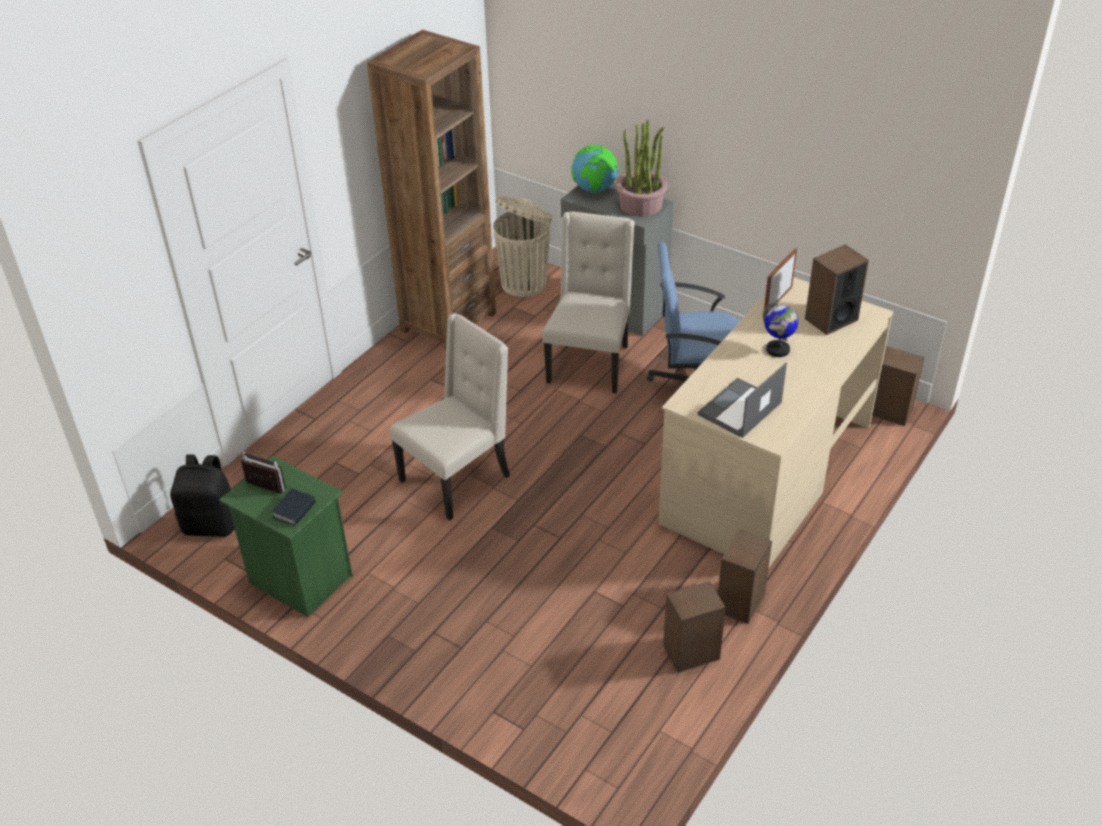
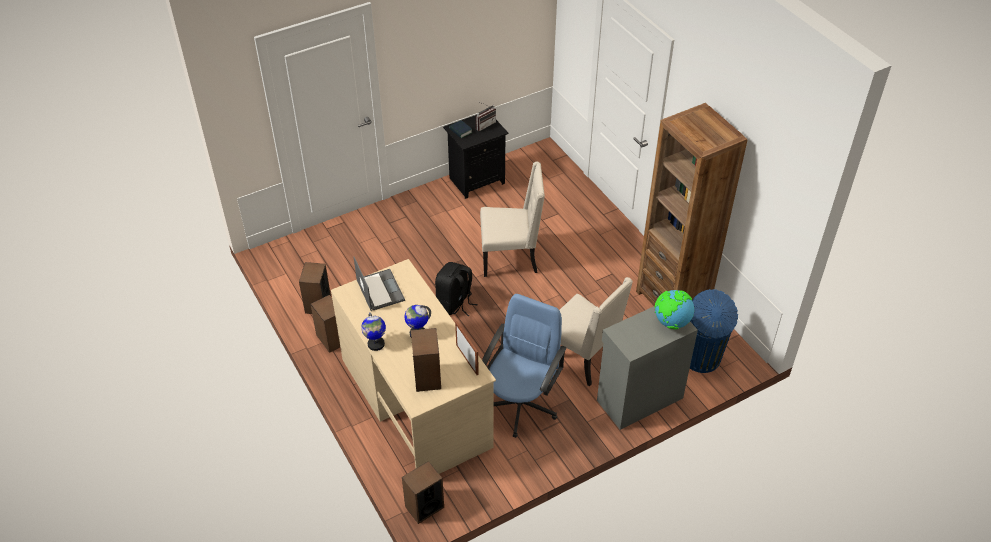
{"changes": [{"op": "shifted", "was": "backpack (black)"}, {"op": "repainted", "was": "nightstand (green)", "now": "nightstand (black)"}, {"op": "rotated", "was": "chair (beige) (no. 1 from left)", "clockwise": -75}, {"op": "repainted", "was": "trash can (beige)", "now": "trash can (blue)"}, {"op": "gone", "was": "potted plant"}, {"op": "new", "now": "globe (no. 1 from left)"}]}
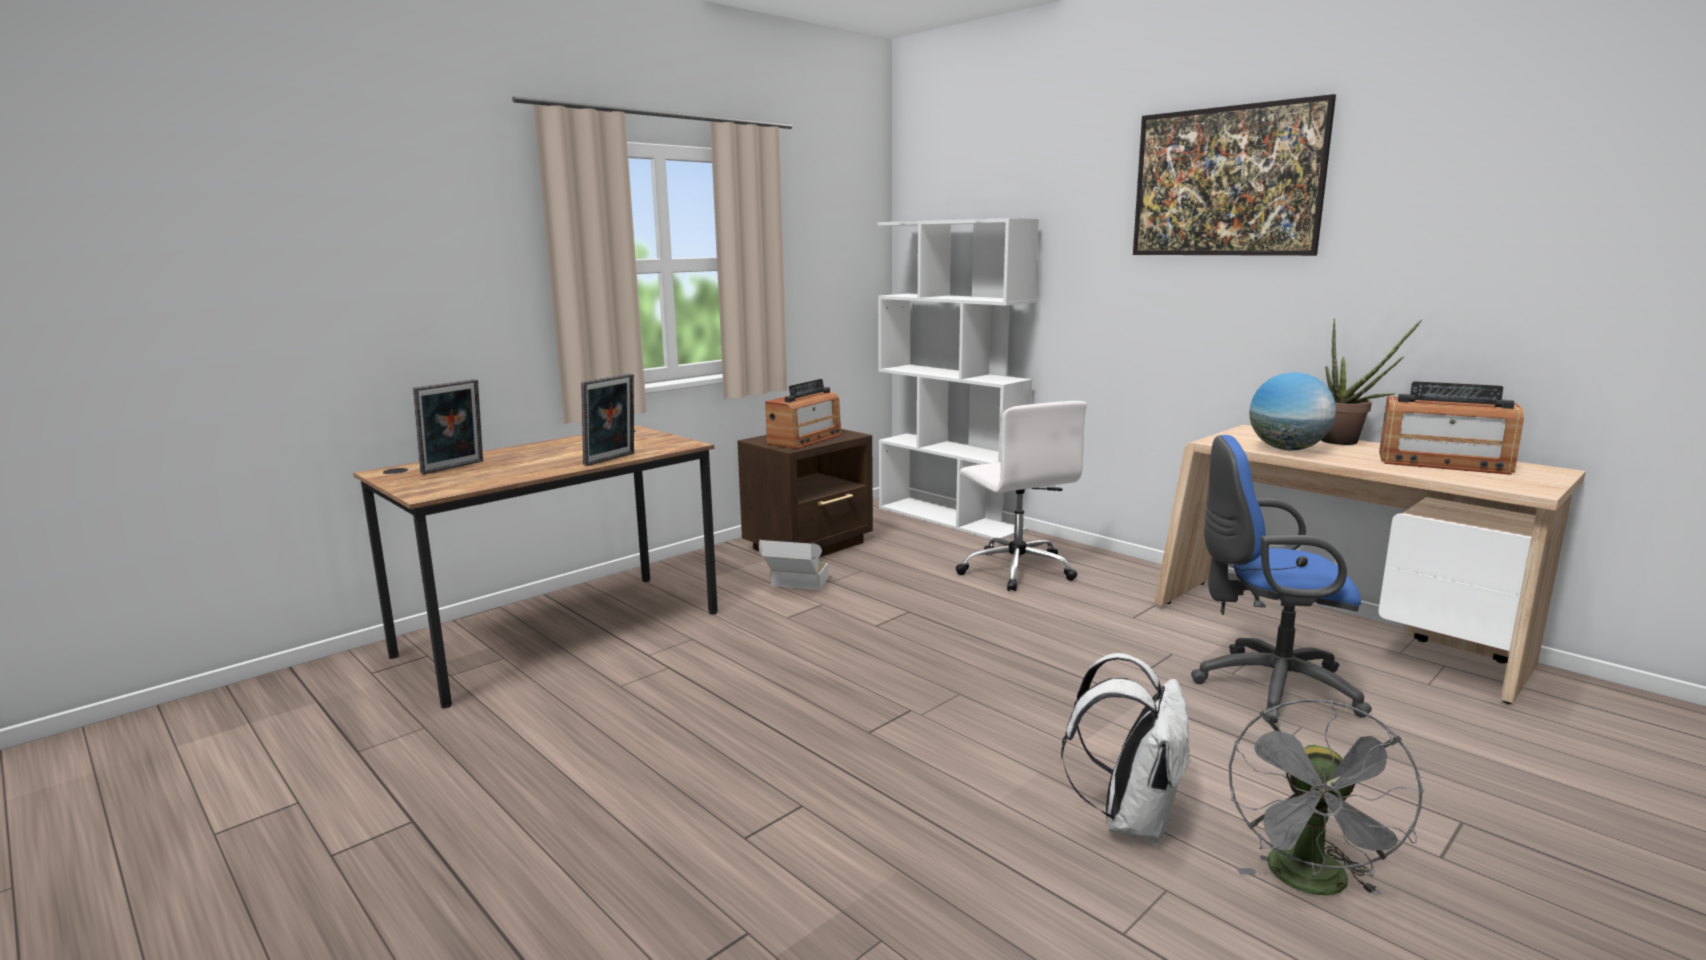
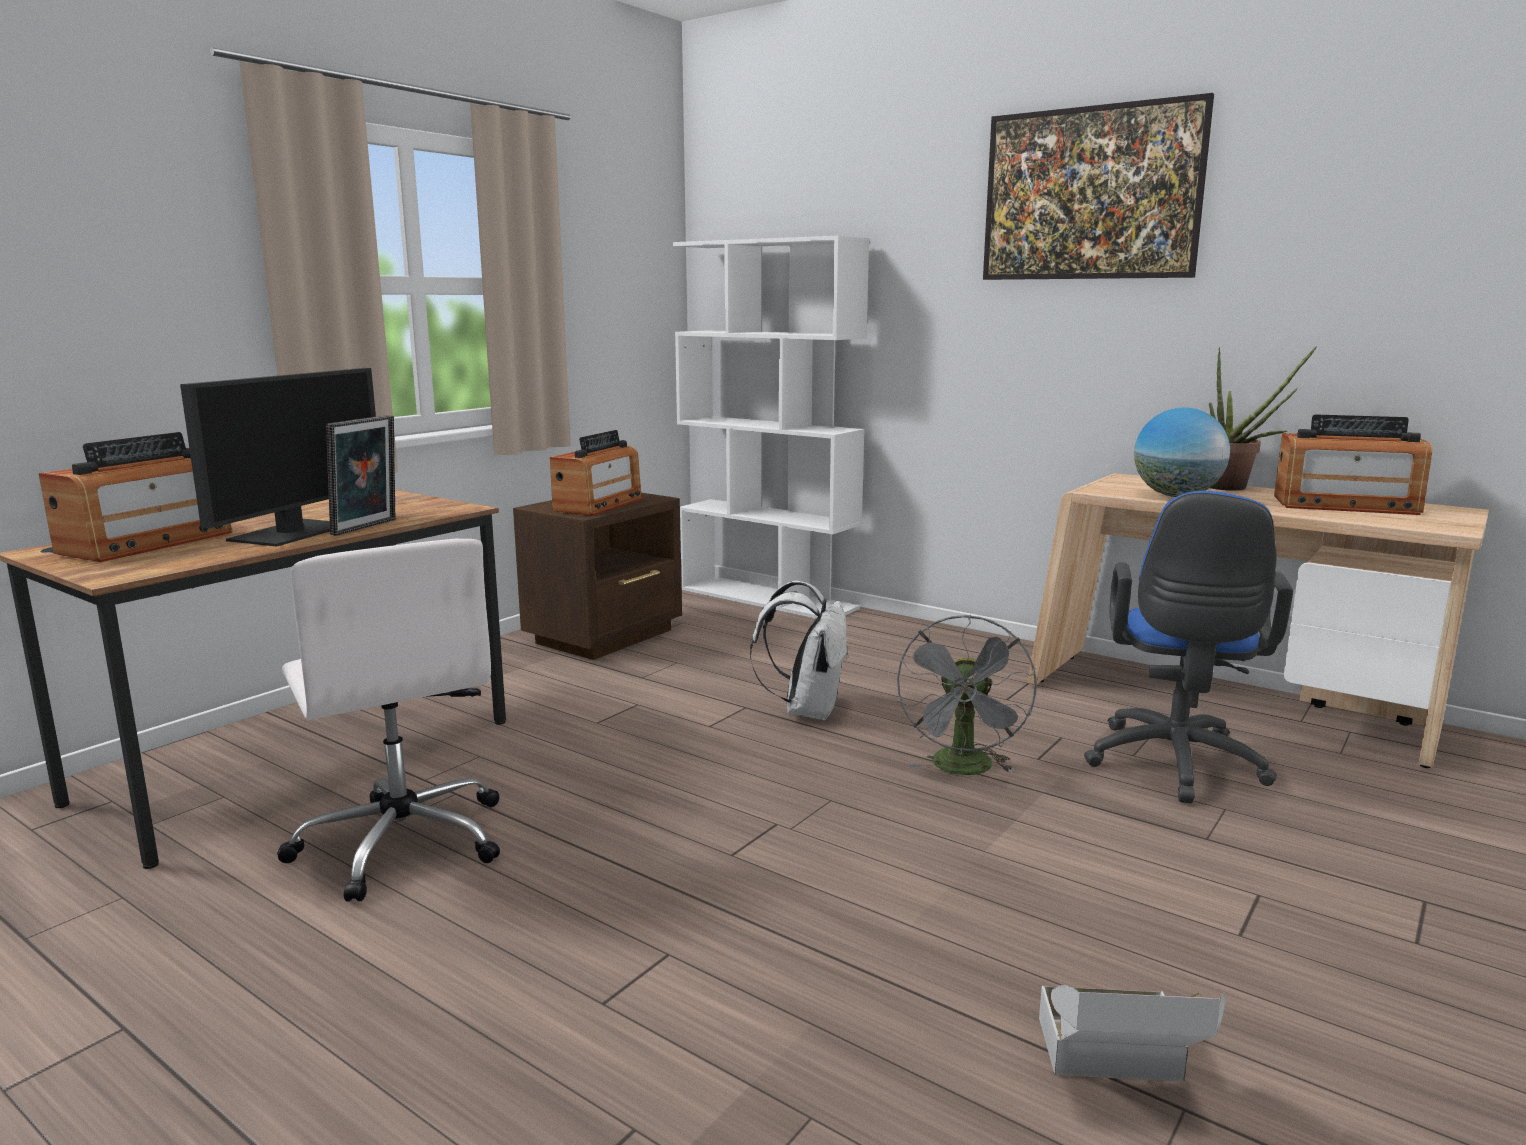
{"changes": [{"op": "swapped", "was": "picture frame (no. 1 from left)", "now": "radio (no. 1 from left)"}, {"op": "shifted", "was": "cardboard box"}, {"op": "shifted", "was": "office chair (white)"}, {"op": "shifted", "was": "backpack (white)"}, {"op": "rotated", "was": "office chair (blue)", "clockwise": -75}, {"op": "shifted", "was": "fan (grey)"}, {"op": "new", "now": "monitor"}]}
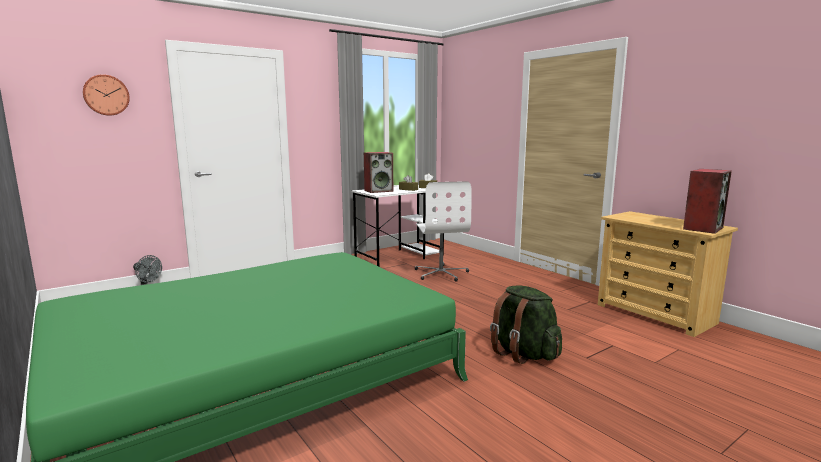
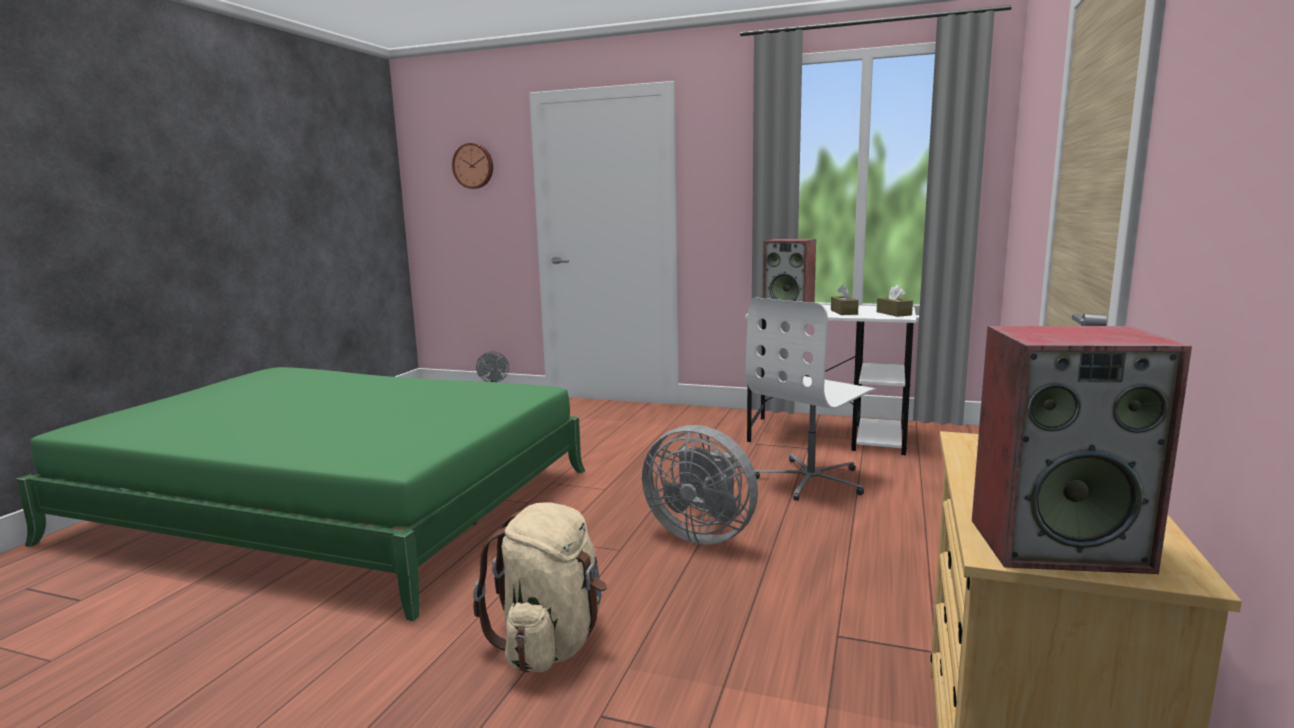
{"changes": [{"op": "repainted", "was": "backpack (green)", "now": "backpack (beige)"}, {"op": "new", "now": "fan (grey) (no. 2 from left)"}]}
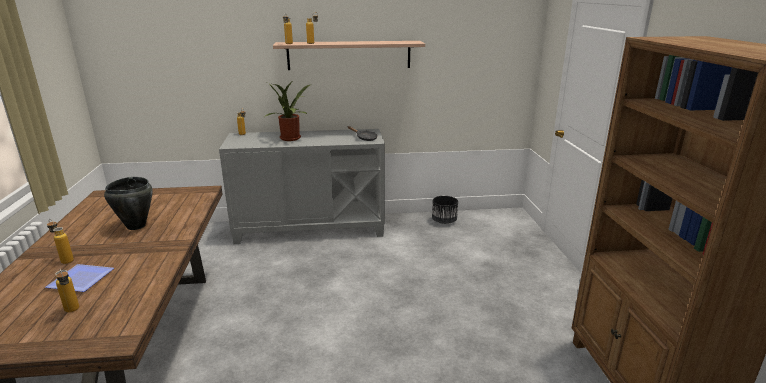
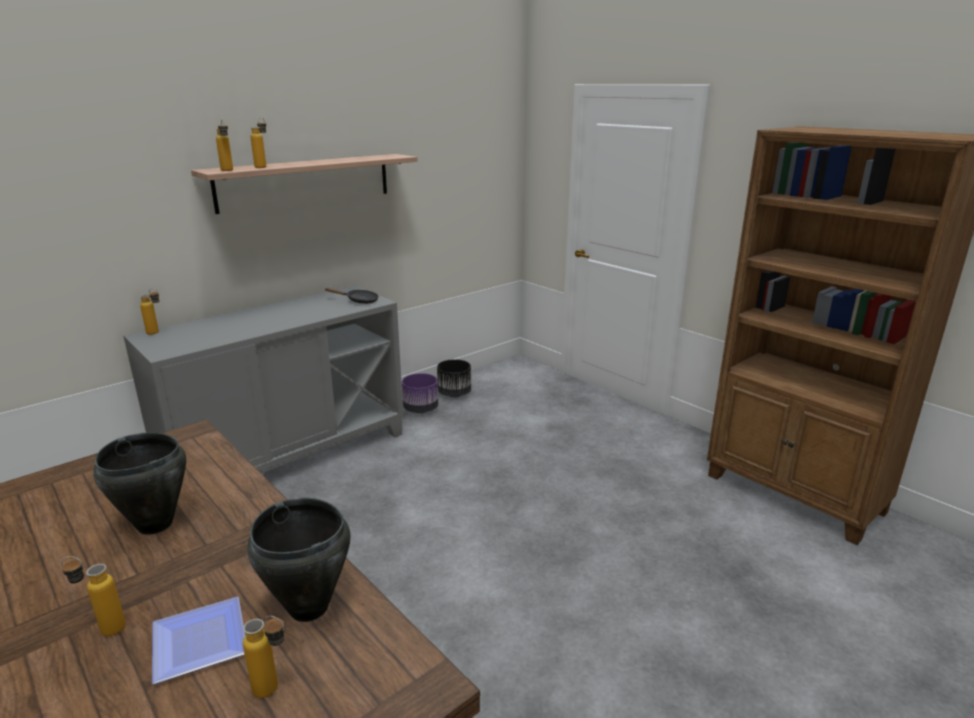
{"changes": [{"op": "gone", "was": "potted plant"}, {"op": "new", "now": "cooking pot (black) (no. 2 from left)"}, {"op": "new", "now": "planter (purple)"}]}
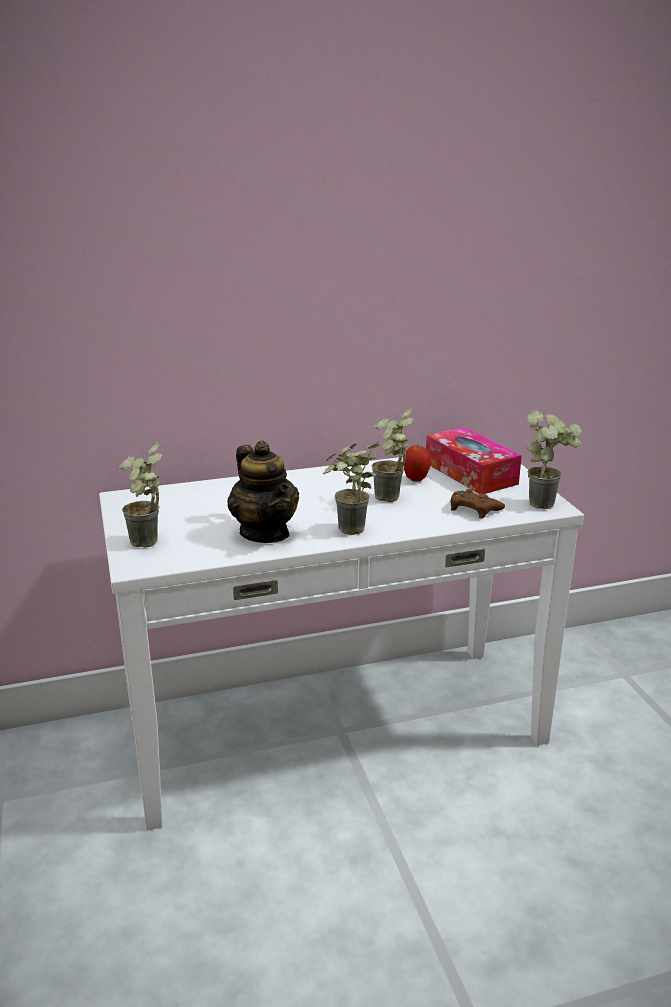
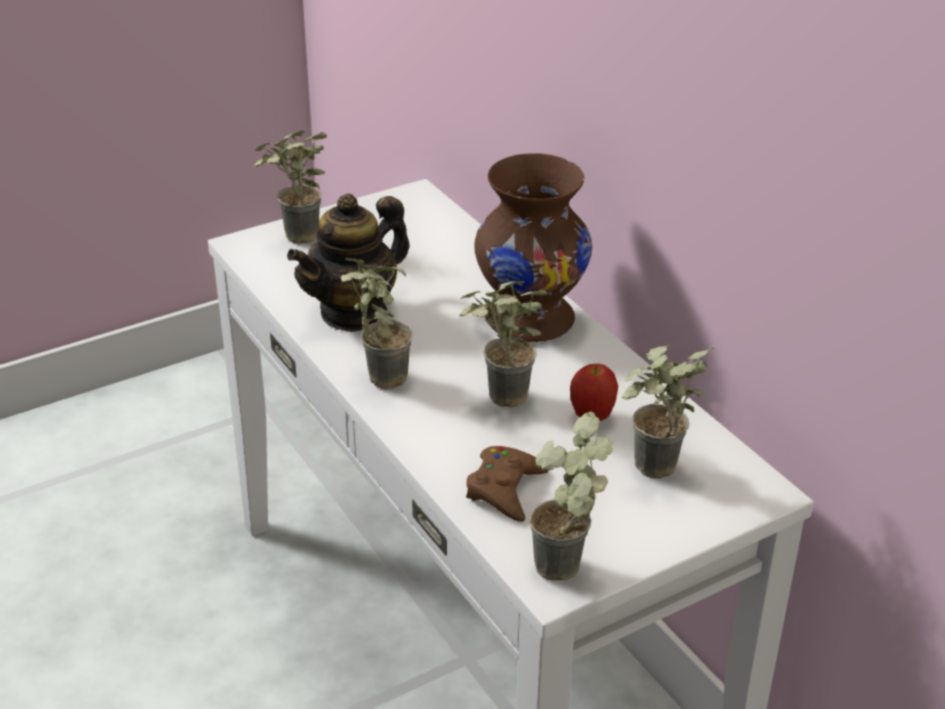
{"changes": [{"op": "swapped", "was": "tissue box", "now": "potted plant (no. 5 from left)"}, {"op": "new", "now": "vase (brown)"}]}
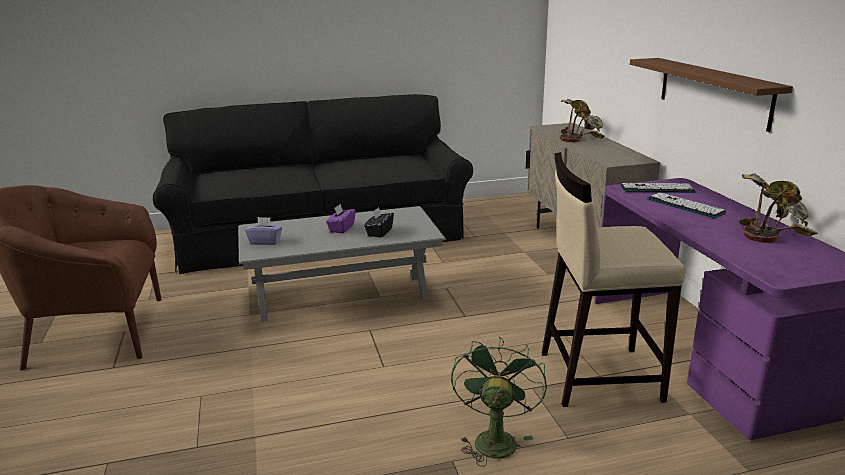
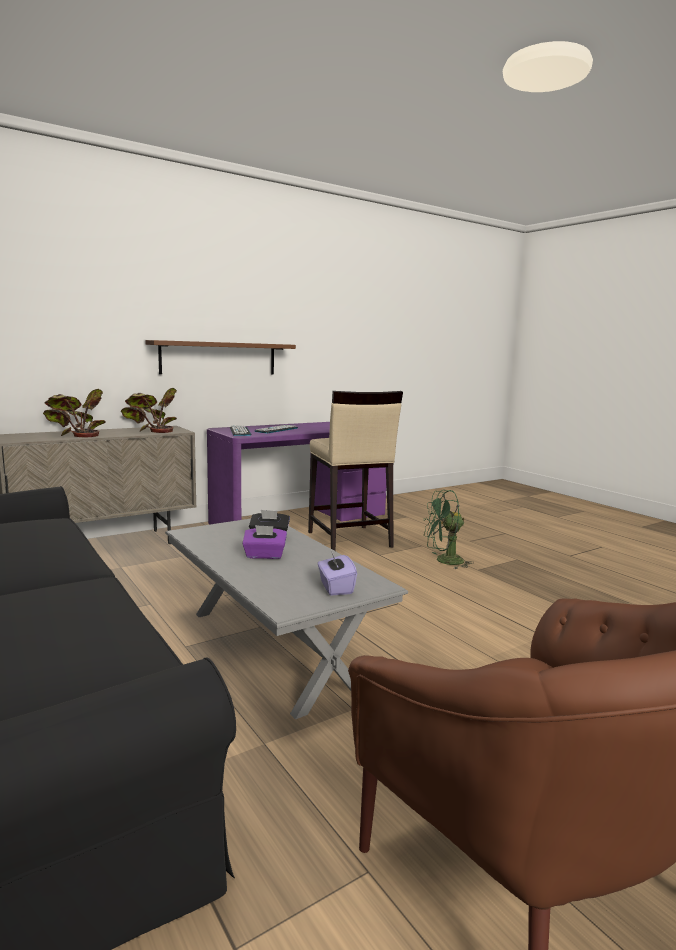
{"changes": [{"op": "shifted", "was": "potted plant (no. 2 from left)"}]}
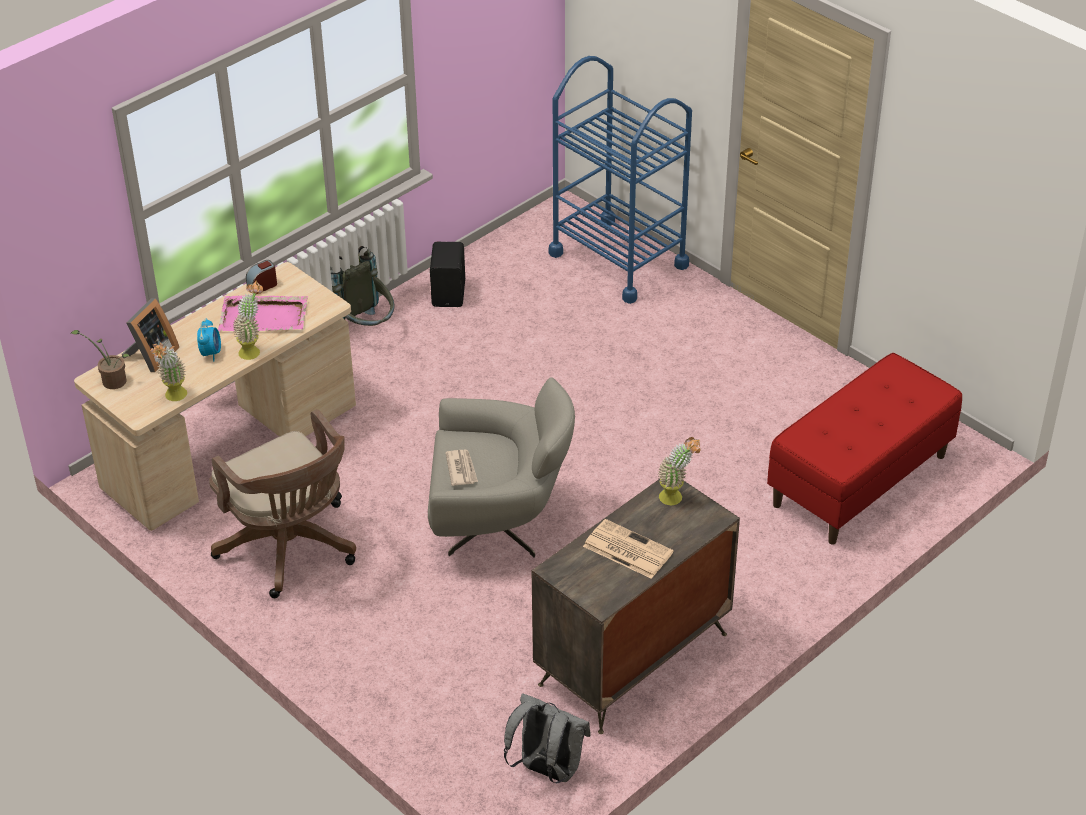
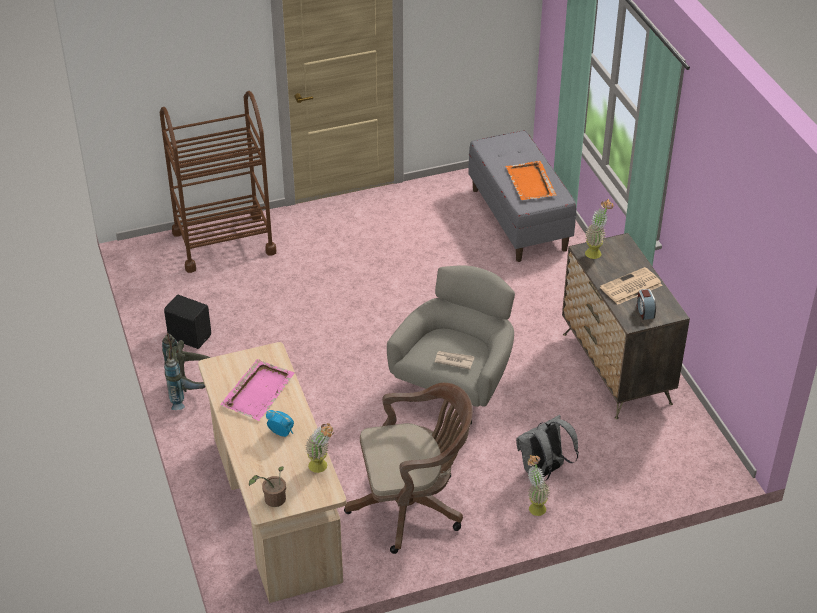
{"changes": [{"op": "gone", "was": "picture frame"}, {"op": "shifted", "was": "potted plant (no. 3 from left)"}, {"op": "shifted", "was": "alarm clock (no. 2 from left)"}, {"op": "shifted", "was": "backpack (grey) (no. 2 from left)"}, {"op": "repainted", "was": "cart (blue)", "now": "cart (brown)"}, {"op": "repainted", "was": "bench (red)", "now": "bench (grey)"}, {"op": "new", "now": "tray (orange)"}]}
